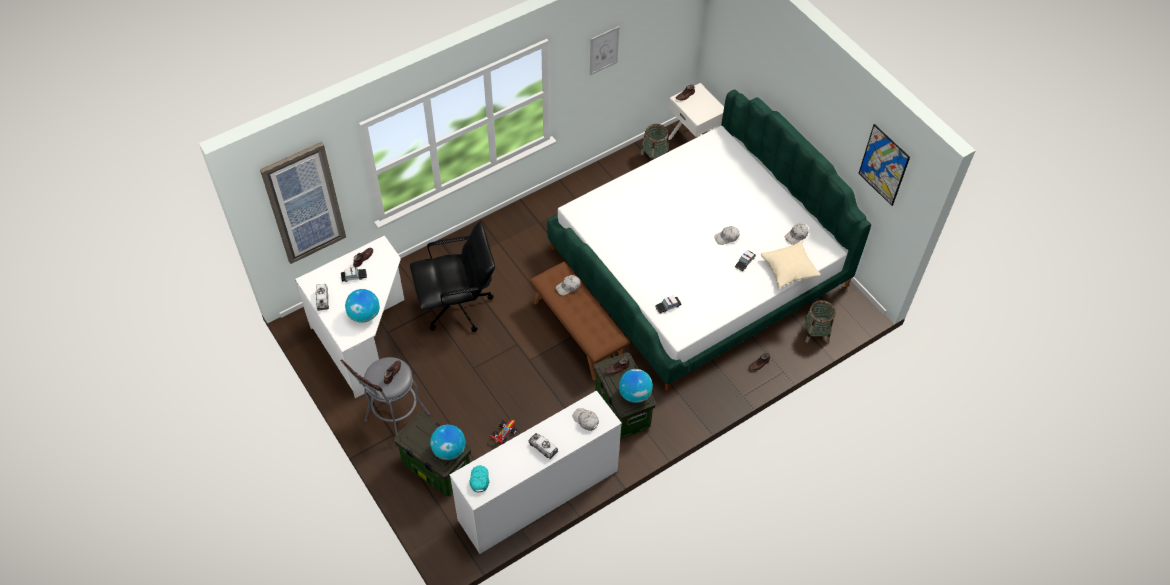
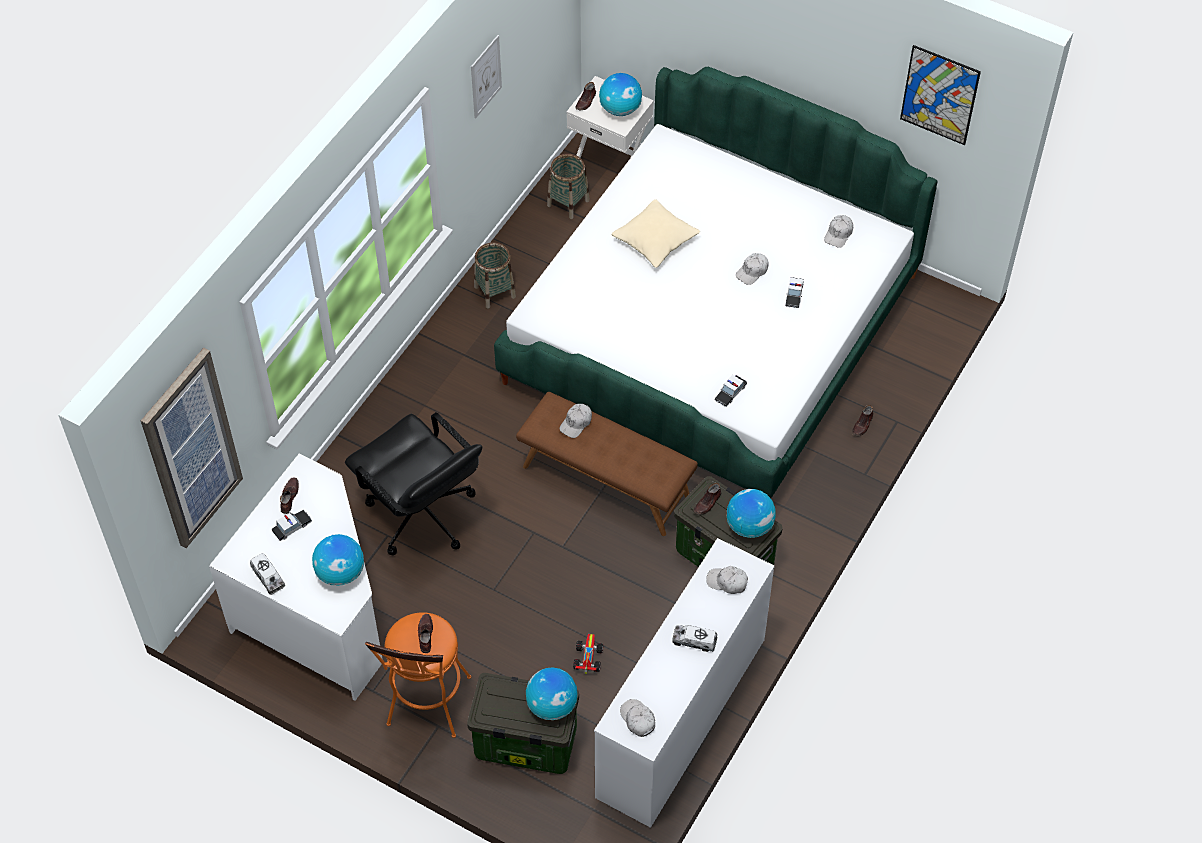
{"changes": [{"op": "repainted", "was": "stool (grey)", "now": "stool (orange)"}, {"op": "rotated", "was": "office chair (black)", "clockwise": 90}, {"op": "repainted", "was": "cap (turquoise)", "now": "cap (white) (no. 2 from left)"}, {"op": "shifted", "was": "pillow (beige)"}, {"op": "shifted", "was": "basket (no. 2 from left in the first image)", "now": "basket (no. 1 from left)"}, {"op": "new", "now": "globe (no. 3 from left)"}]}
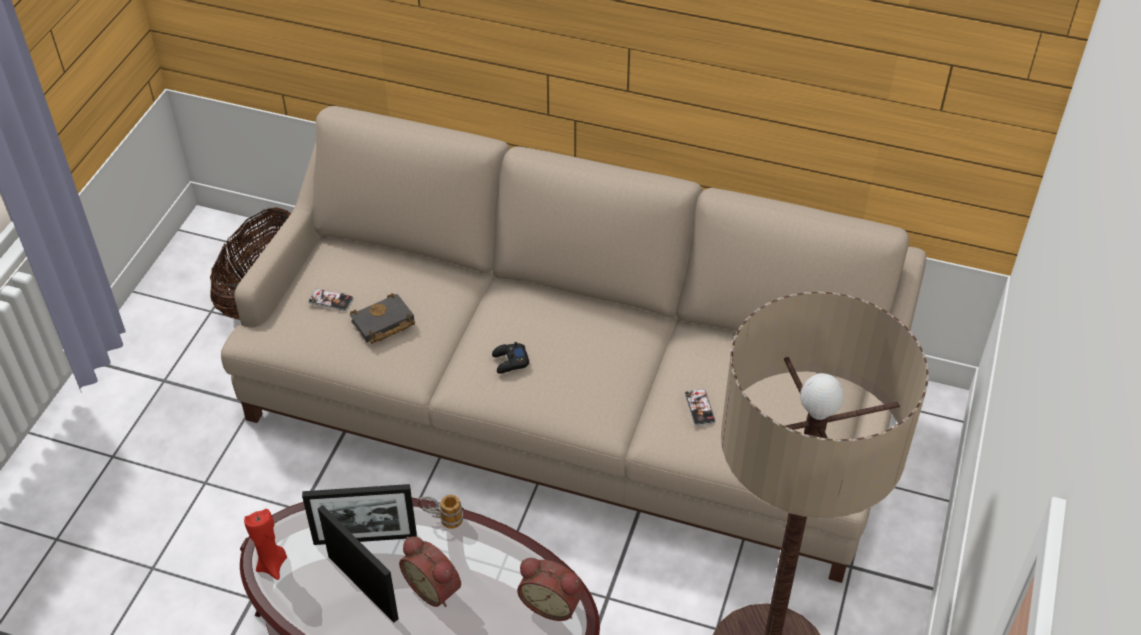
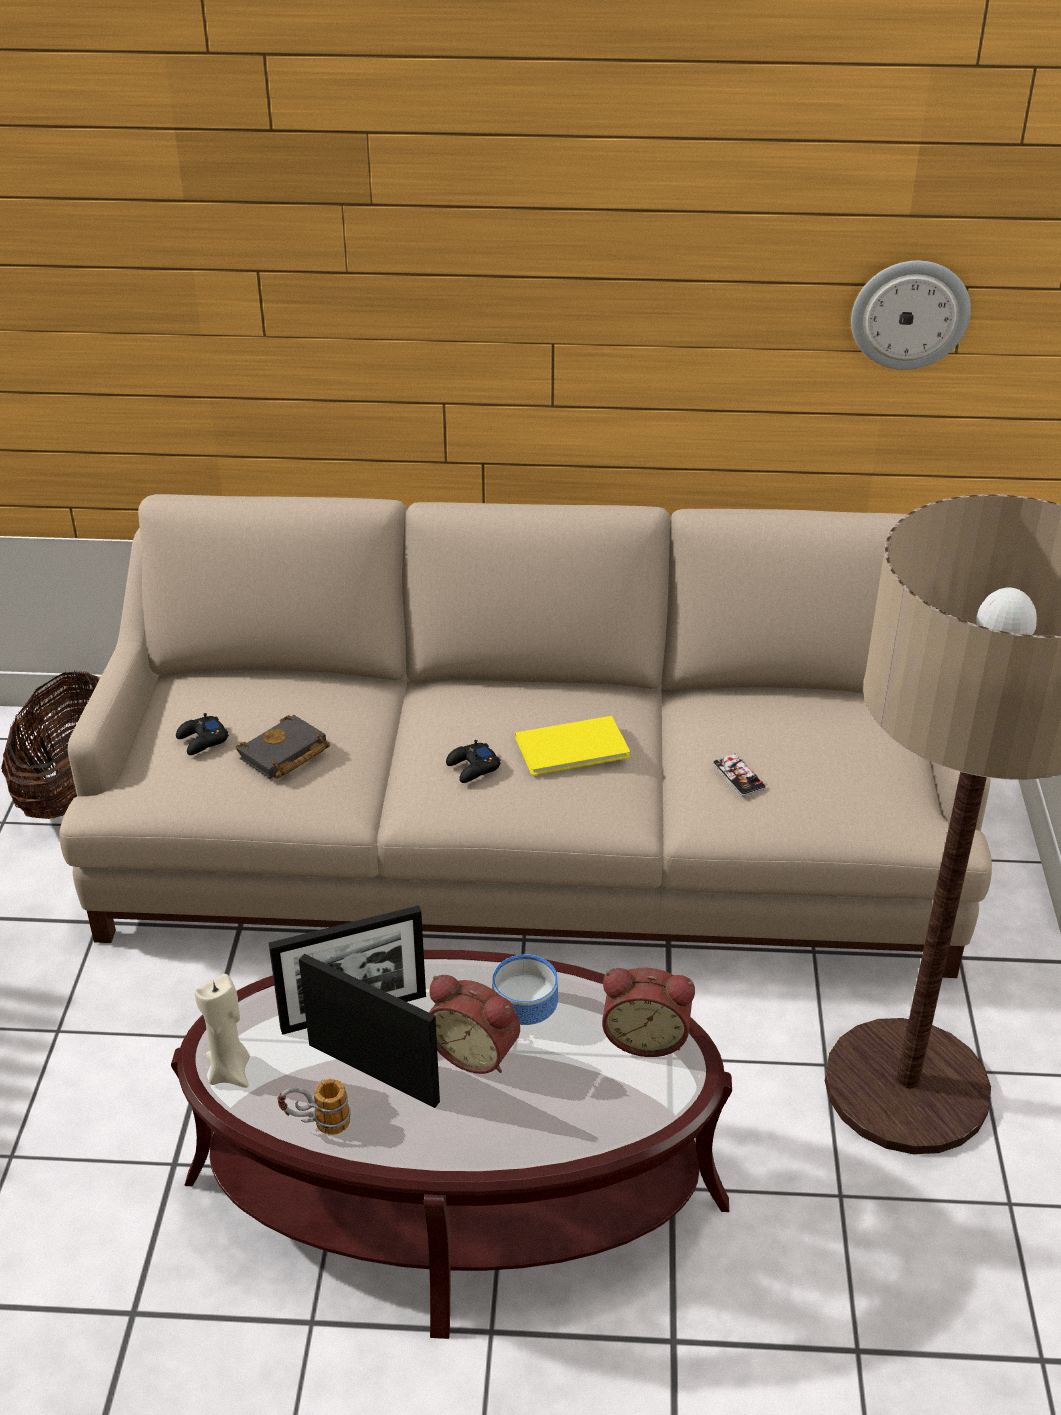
{"changes": [{"op": "repainted", "was": "candle (red)", "now": "candle (beige)"}, {"op": "swapped", "was": "phone (no. 1 from left)", "now": "game controller (black) (no. 1 from left)"}, {"op": "shifted", "was": "mug"}, {"op": "new", "now": "bowl"}, {"op": "new", "now": "book (yellow)"}, {"op": "new", "now": "wall clock"}]}
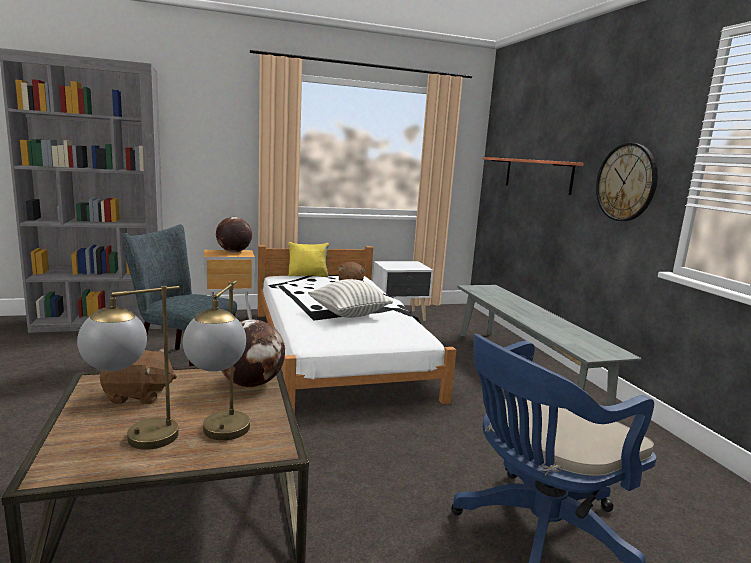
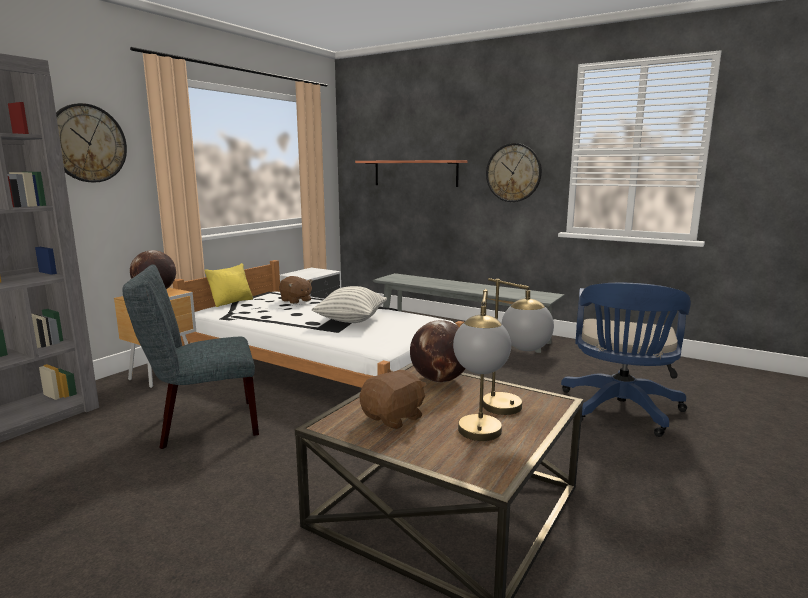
{"changes": [{"op": "new", "now": "wall clock (no. 1 from left)"}]}
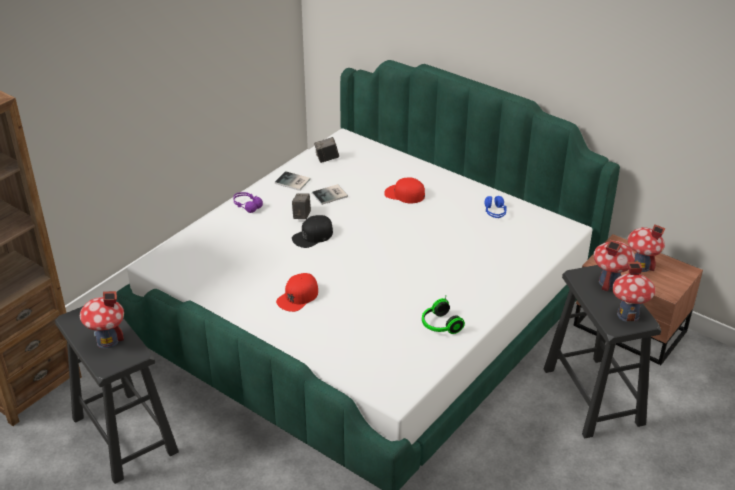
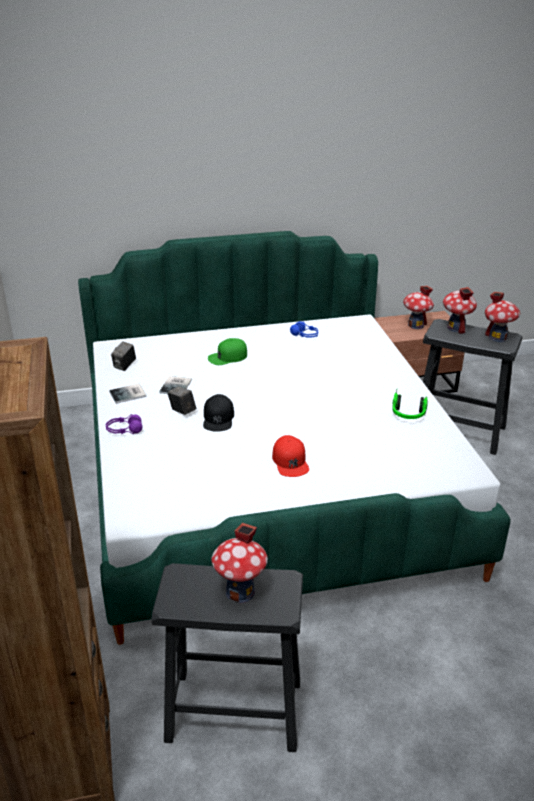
{"changes": [{"op": "repainted", "was": "cap (red) (no. 2 from left)", "now": "cap (green)"}]}
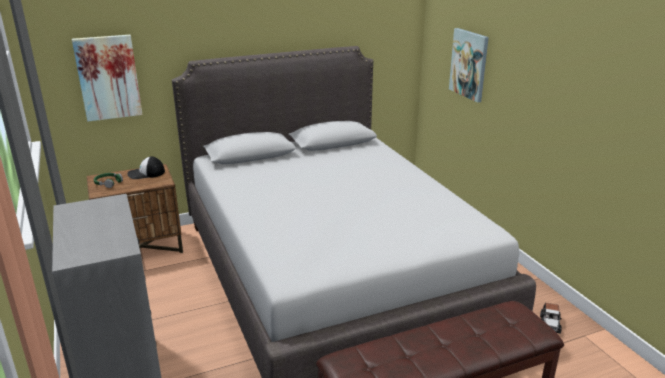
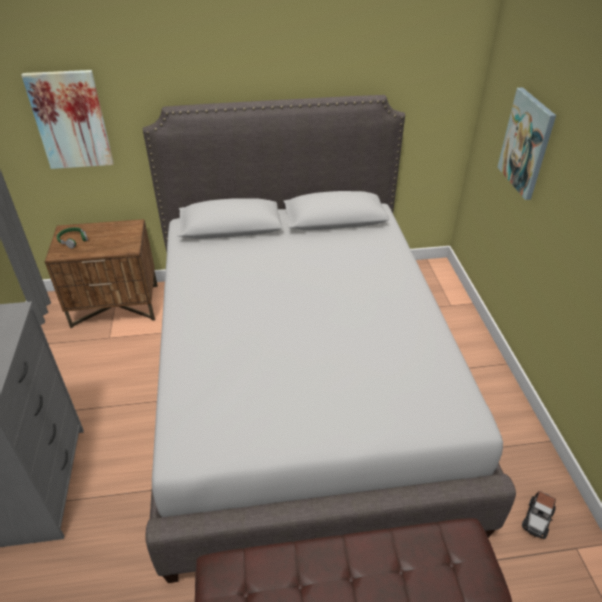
{"changes": [{"op": "gone", "was": "cap"}]}
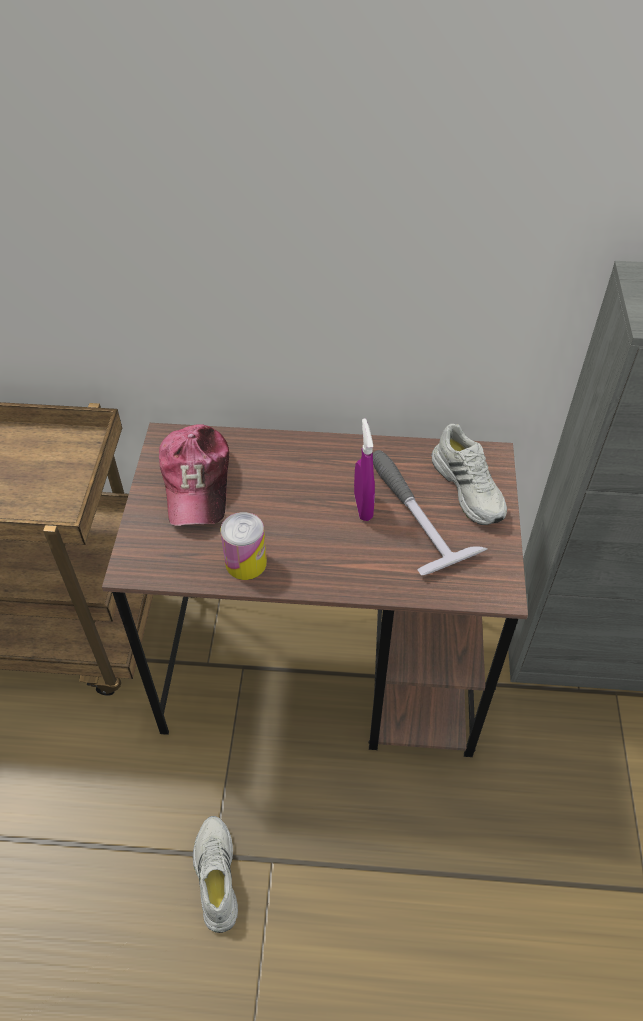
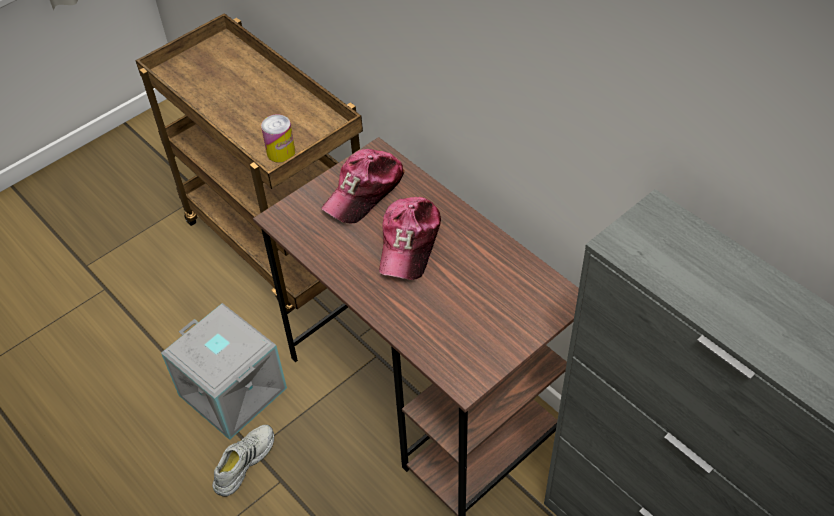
{"changes": [{"op": "shifted", "was": "can"}, {"op": "gone", "was": "spray bottle (purple)"}, {"op": "gone", "was": "hammer"}, {"op": "gone", "was": "shoe (white) (no. 2 from left)"}, {"op": "new", "now": "storage box (grey)"}, {"op": "new", "now": "cap (no. 2 from left)"}]}
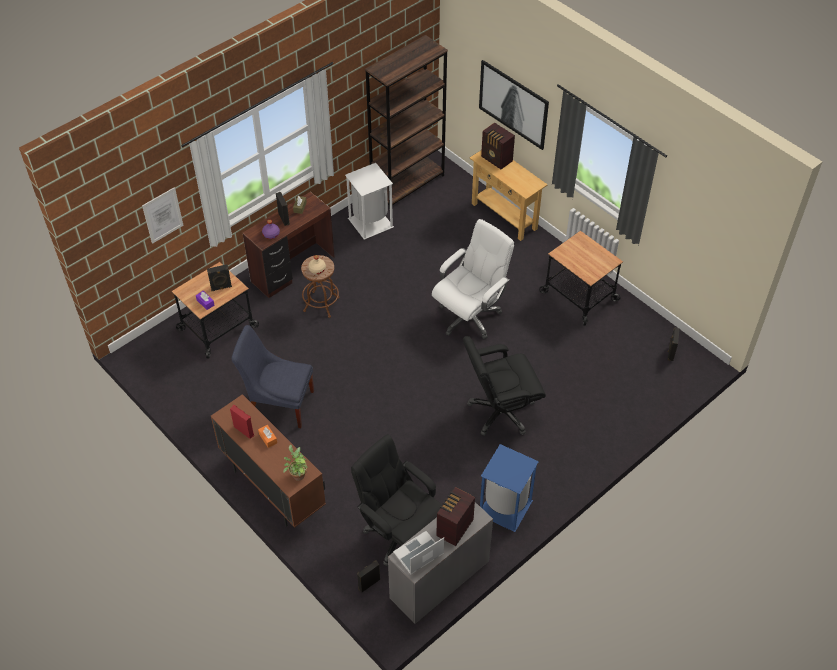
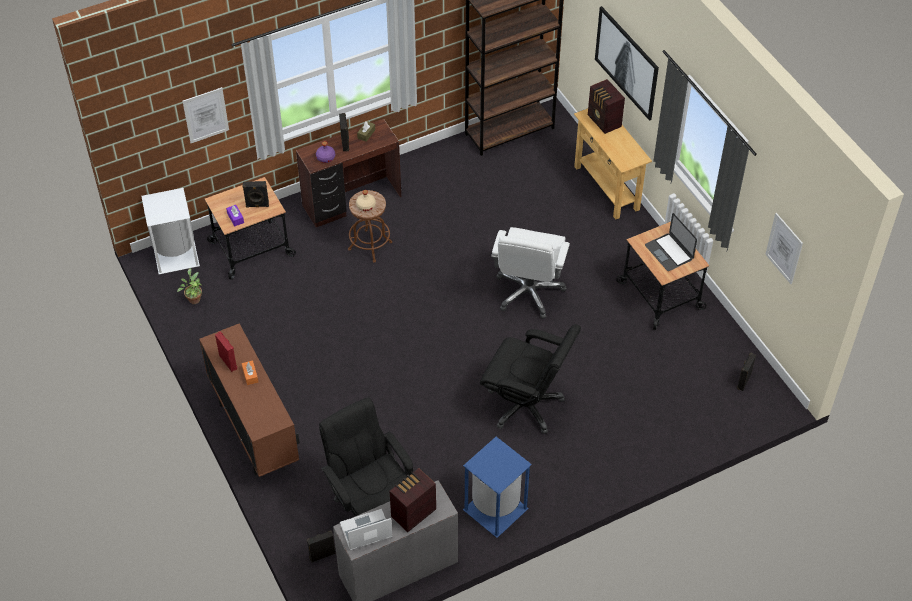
{"changes": [{"op": "gone", "was": "chair (blue)"}, {"op": "shifted", "was": "potted plant"}, {"op": "shifted", "was": "trash can (white)"}, {"op": "rotated", "was": "office chair (white)", "clockwise": 135}, {"op": "rotated", "was": "office chair (black) (no. 2 from left)", "clockwise": -150}, {"op": "new", "now": "laptop (no. 2 from left)"}, {"op": "new", "now": "picture (no. 3 from left)"}]}
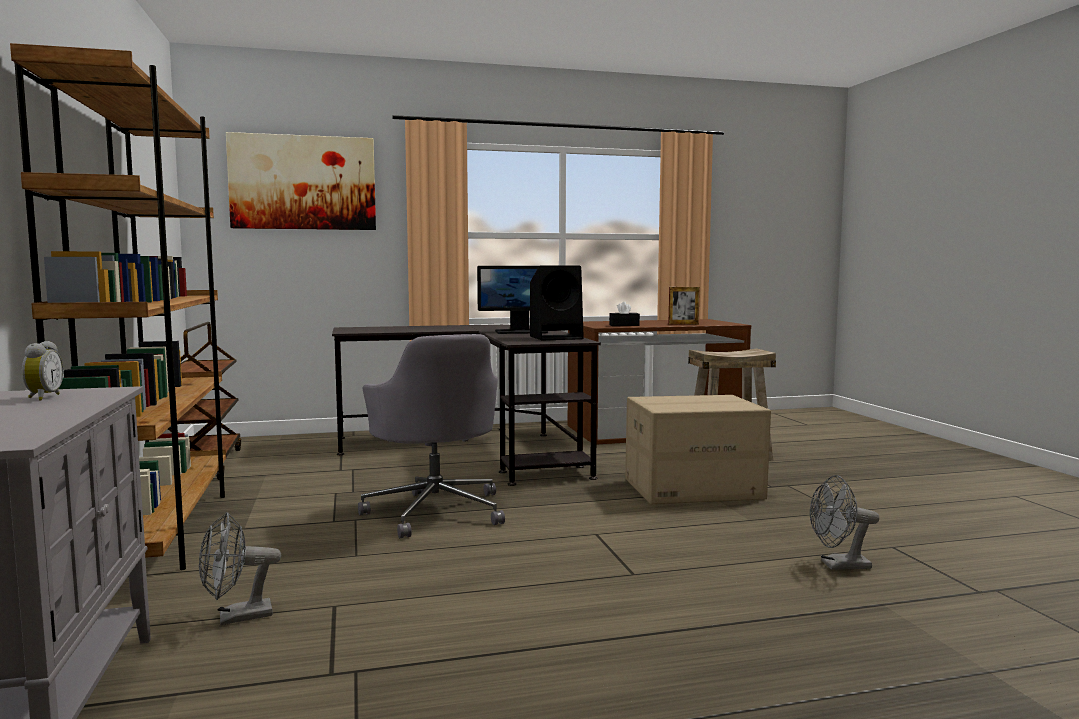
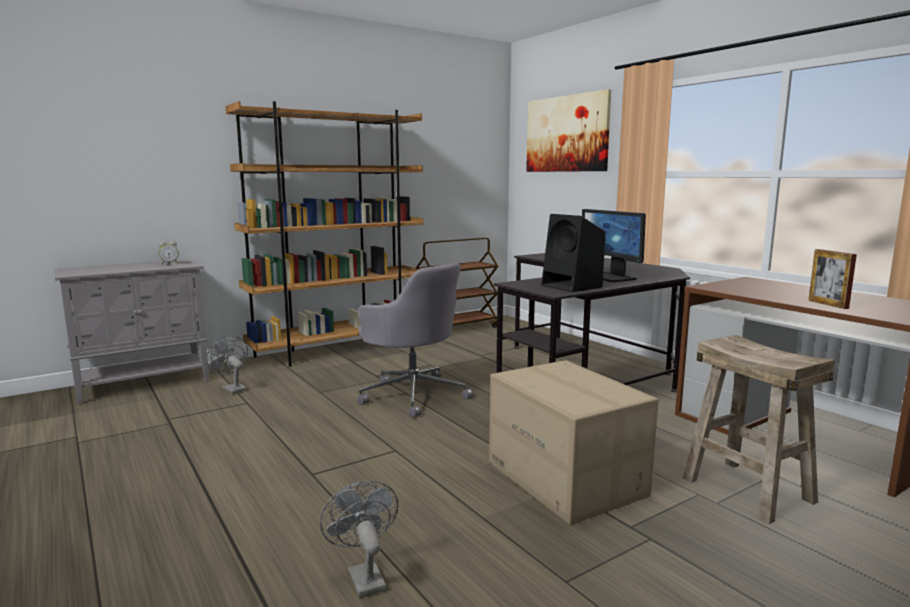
{"changes": [{"op": "rotated", "was": "office chair (grey)", "clockwise": -90}, {"op": "gone", "was": "tissue box (black)"}]}
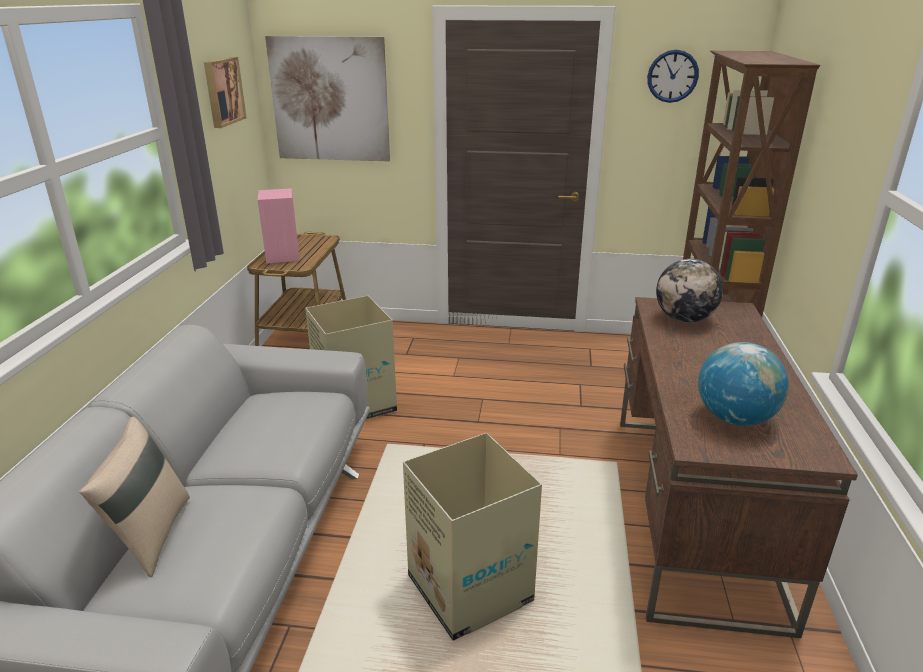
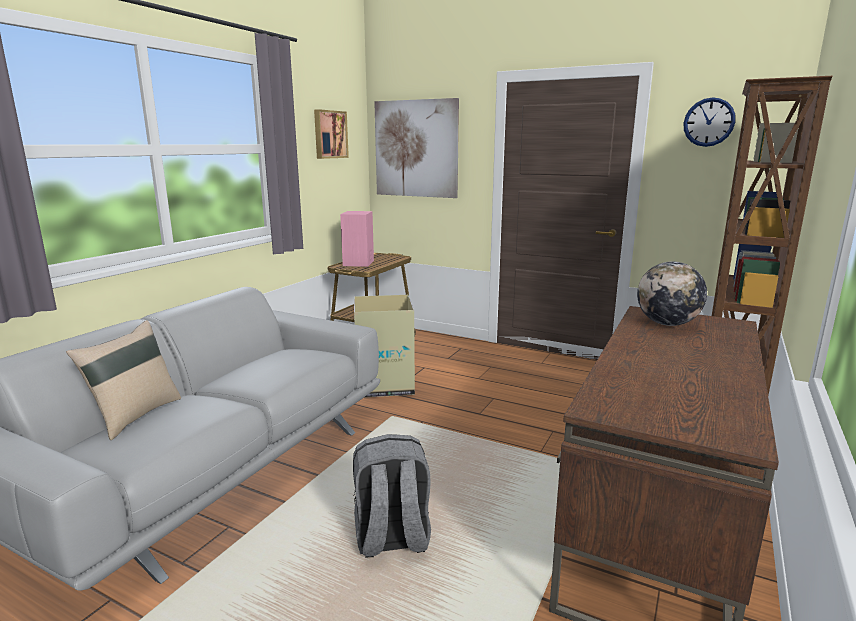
{"changes": [{"op": "swapped", "was": "cardboard box (no. 2 from left)", "now": "backpack (grey)"}, {"op": "gone", "was": "globe (no. 2 from left)"}]}
